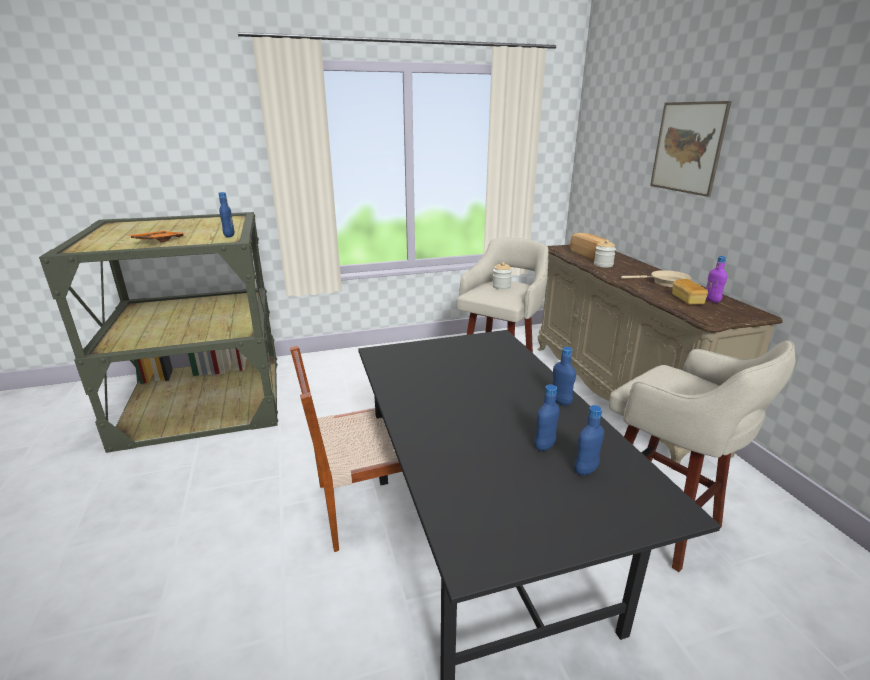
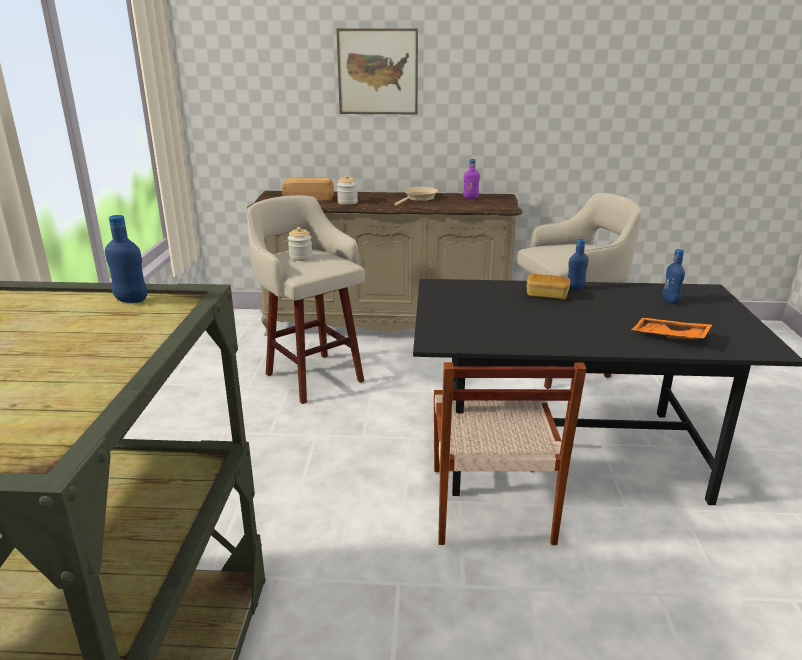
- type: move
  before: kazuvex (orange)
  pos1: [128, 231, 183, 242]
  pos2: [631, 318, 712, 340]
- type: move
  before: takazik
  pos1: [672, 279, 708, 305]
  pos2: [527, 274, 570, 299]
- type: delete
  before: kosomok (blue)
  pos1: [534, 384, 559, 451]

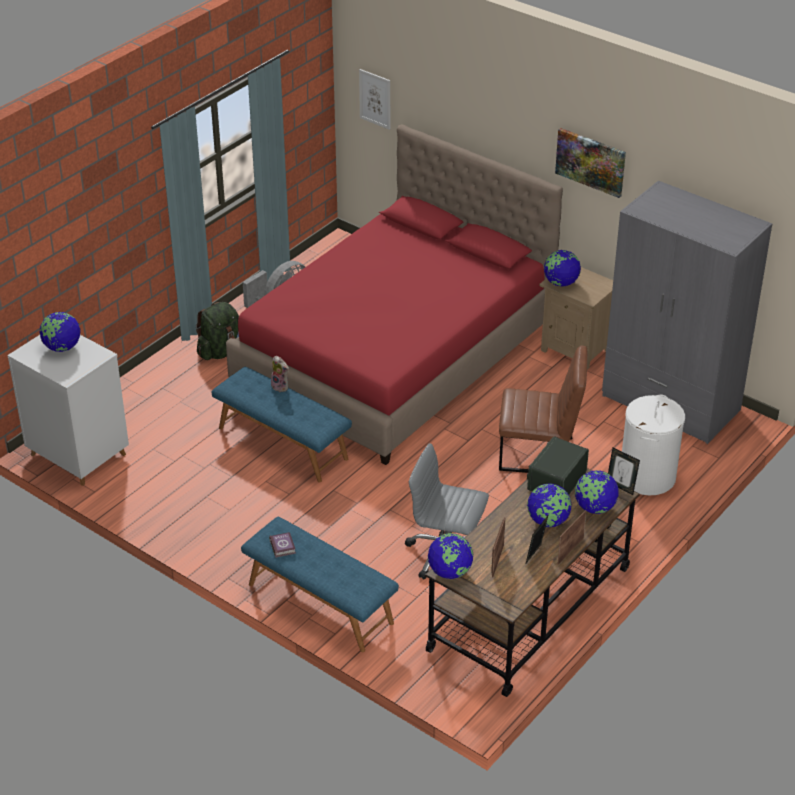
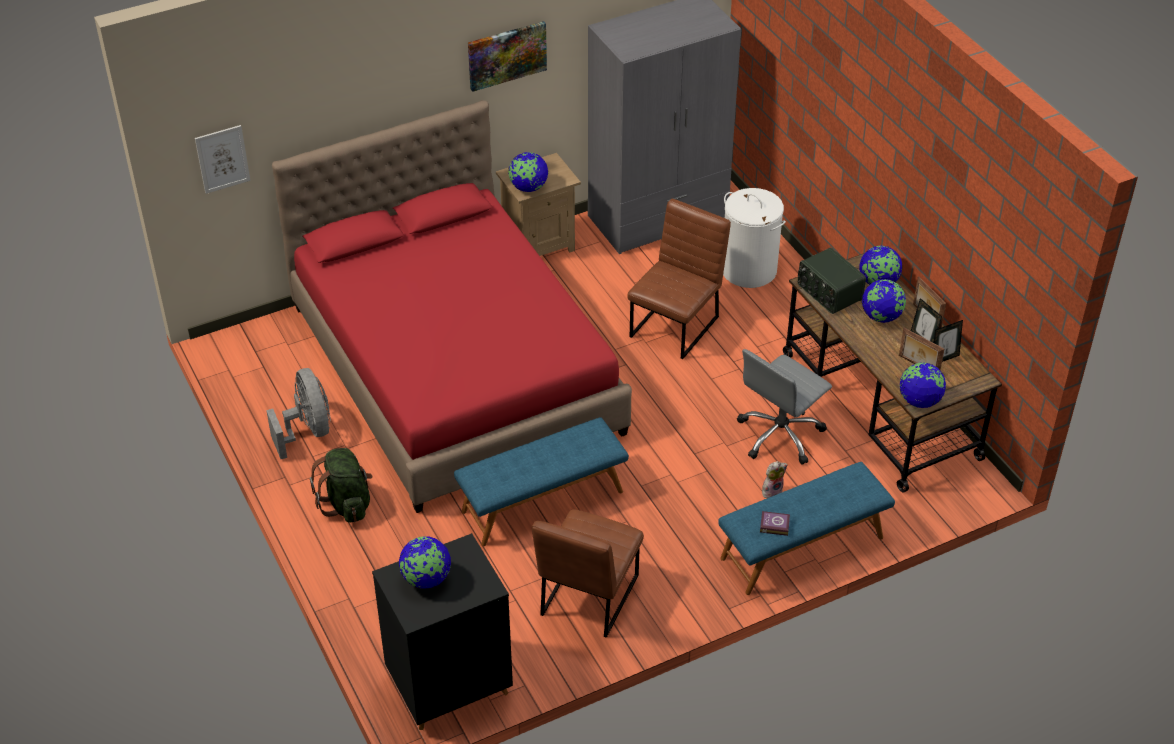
- type: recolor
  before: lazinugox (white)
  after: lazinugox (black)
  pos1: [7, 335, 129, 486]
  pos2: [372, 533, 513, 730]
- type: move
  before: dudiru
  pos1: [271, 356, 289, 392]
  pos2: [762, 461, 788, 498]
- type: move
  before: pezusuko
  pos1: [608, 447, 640, 495]
  pos2: [934, 320, 963, 362]
- type: insert
  after: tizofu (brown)
  pos2: [532, 509, 644, 638]

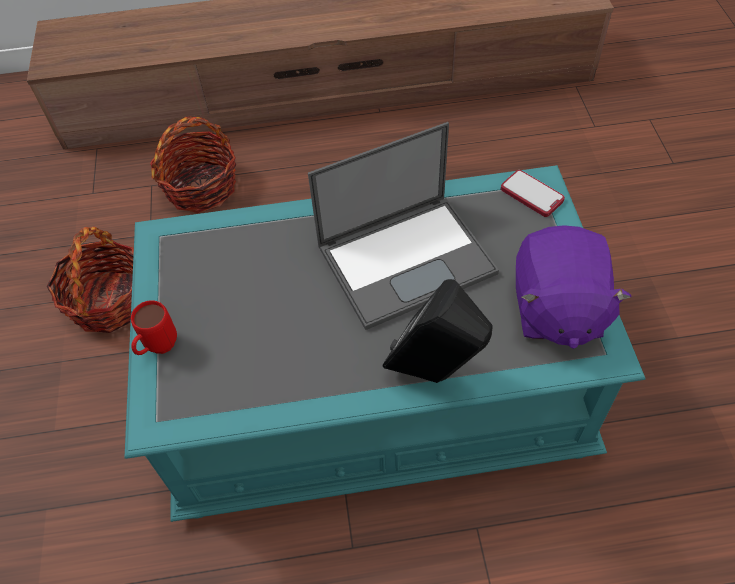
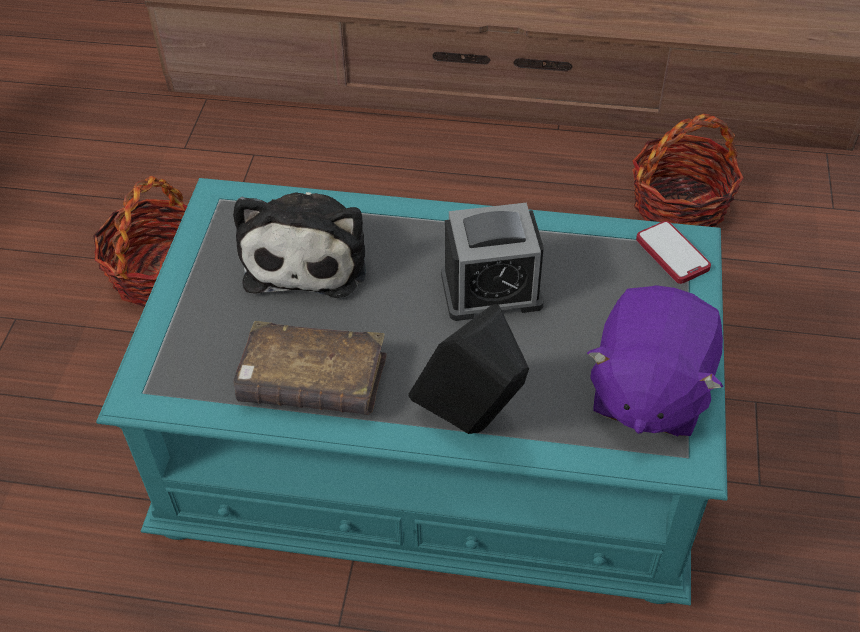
- type: move
  before: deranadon
  pos1: [150, 116, 236, 213]
  pos2: [632, 114, 744, 227]
- type: replace
  before: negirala
  after: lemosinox
  pos1: [308, 122, 499, 330]
  pos2: [441, 202, 544, 321]
- type: delete
  before: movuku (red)
  pos1: [131, 300, 177, 355]
- type: insert
  after: dudiru
  pos2: [233, 192, 366, 298]
- type: insert
  after: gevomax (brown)
  pos2: [233, 321, 387, 415]

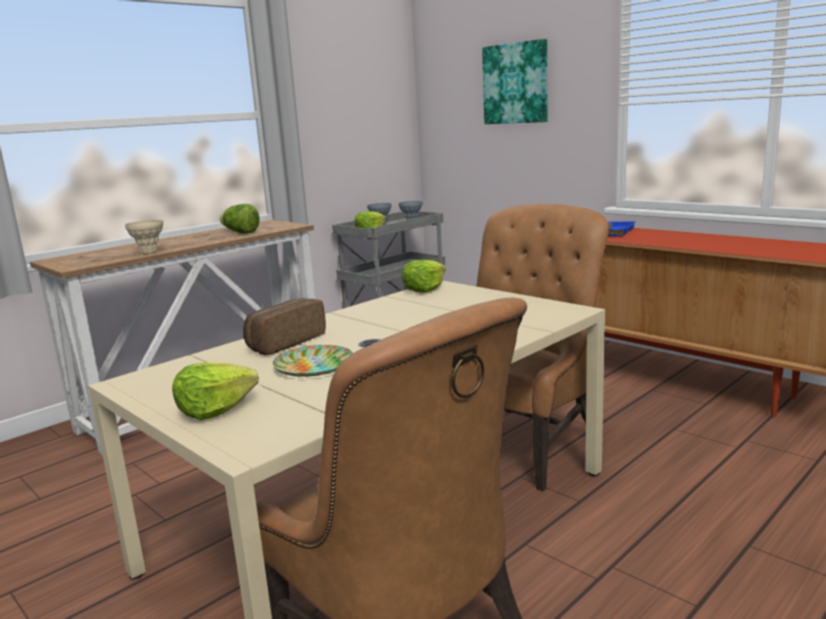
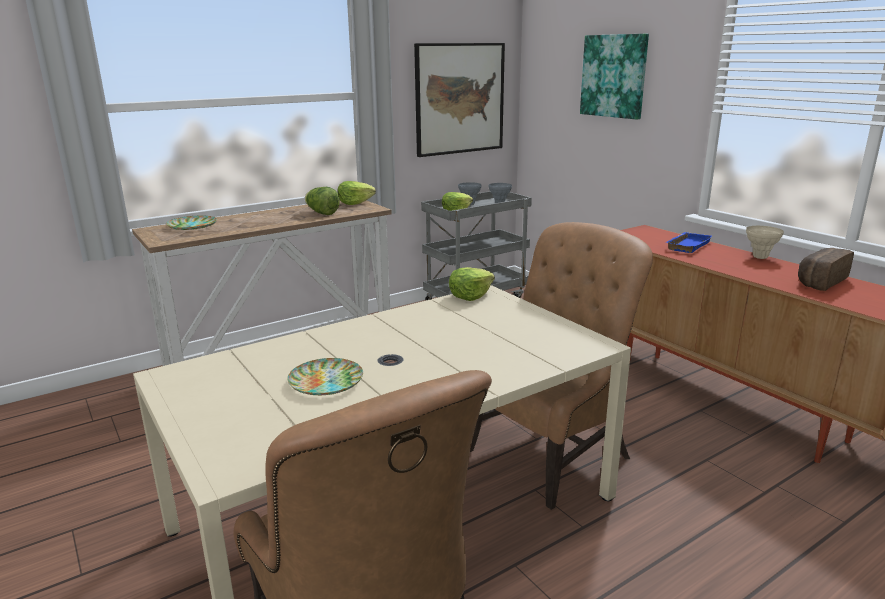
- type: move
  before: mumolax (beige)
  pos1: [125, 220, 163, 254]
  pos2: [746, 226, 784, 259]
- type: move
  before: takazik
  pos1: [243, 298, 326, 355]
  pos2: [798, 248, 854, 291]
- type: move
  before: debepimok
  pos1: [172, 362, 259, 420]
  pos2: [338, 181, 376, 205]
- type: insert
  after: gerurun
  pos2: [414, 43, 505, 157]
- type: insert
  after: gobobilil
  pos2: [166, 216, 217, 230]

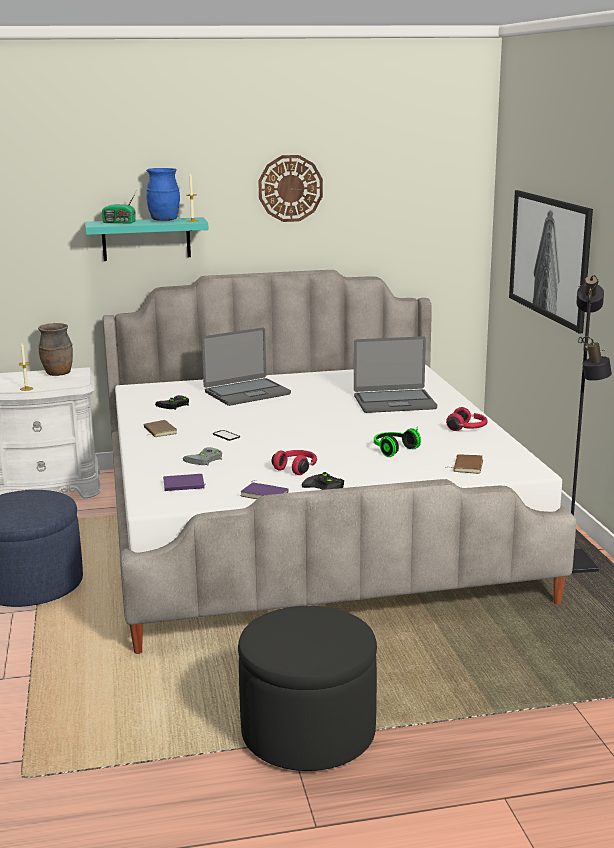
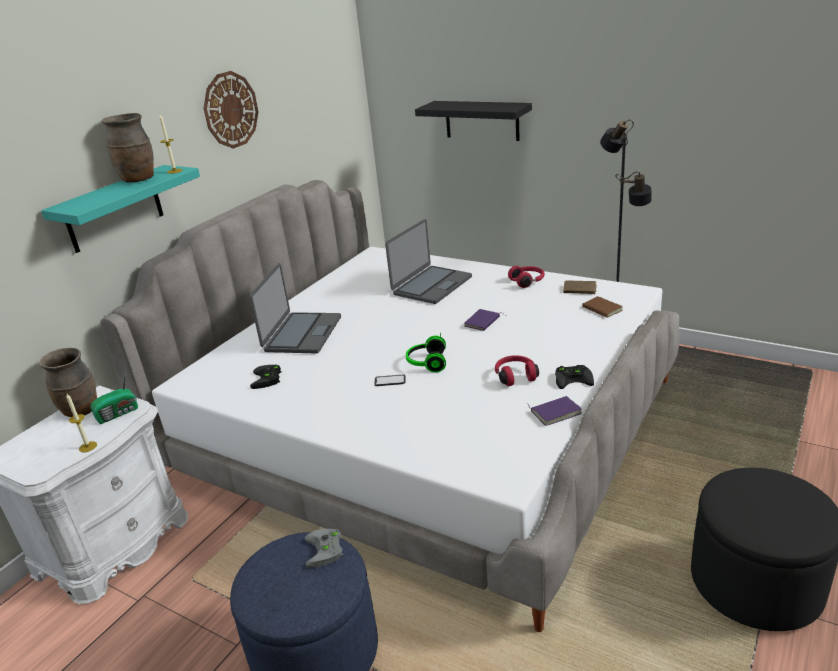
- type: recolor
  before: mumolax (blue)
  after: mumolax (brown)
  pos1: [146, 168, 180, 221]
  pos2: [101, 113, 154, 182]
- type: replace
  before: gerurun
  after: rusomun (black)
  pos1: [509, 190, 593, 333]
  pos2: [415, 101, 532, 141]
- type: move
  before: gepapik
  pos1: [102, 192, 136, 223]
  pos2: [91, 370, 138, 424]
- type: move
  before: gevomax (brown)
  pos1: [144, 420, 177, 437]
  pos2: [563, 280, 597, 295]
- type: move
  before: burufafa
  pos1: [374, 427, 421, 457]
  pos2: [406, 332, 446, 373]
- type: move
  before: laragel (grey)
  pos1: [183, 447, 222, 466]
  pos2: [305, 529, 343, 568]
- type: move
  before: gevomax (purple)
  pos1: [163, 474, 206, 491]
  pos2: [464, 309, 505, 331]

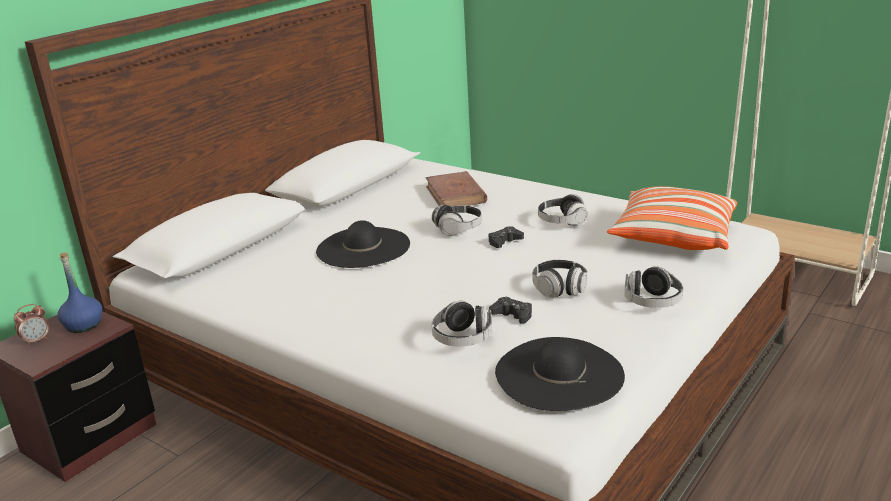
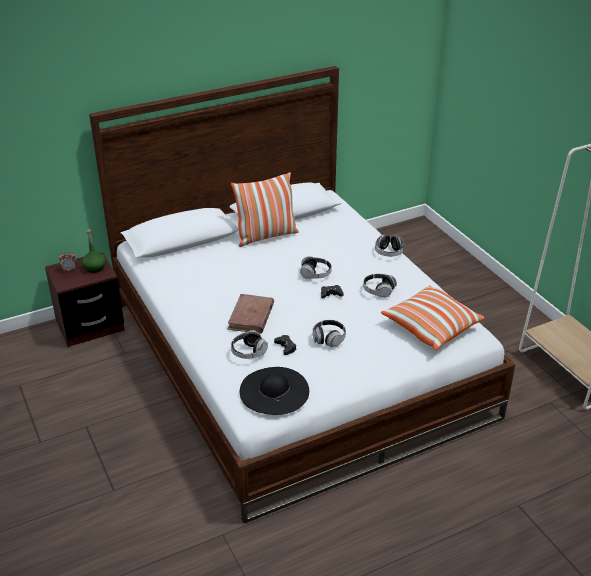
- type: move
  before: gevomax (brown)
  pos1: [425, 171, 487, 206]
  pos2: [228, 294, 274, 334]
- type: delete
  before: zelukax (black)
  pos1: [316, 220, 410, 268]
- type: recolor
  before: kosomok (blue)
  after: kosomok (green)
  pos1: [57, 252, 102, 333]
  pos2: [82, 229, 106, 273]
- type: move
  before: burufafa
  pos1: [624, 266, 683, 308]
  pos2: [375, 235, 404, 257]
- type: insert
  after: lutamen
  pos2: [231, 172, 299, 247]

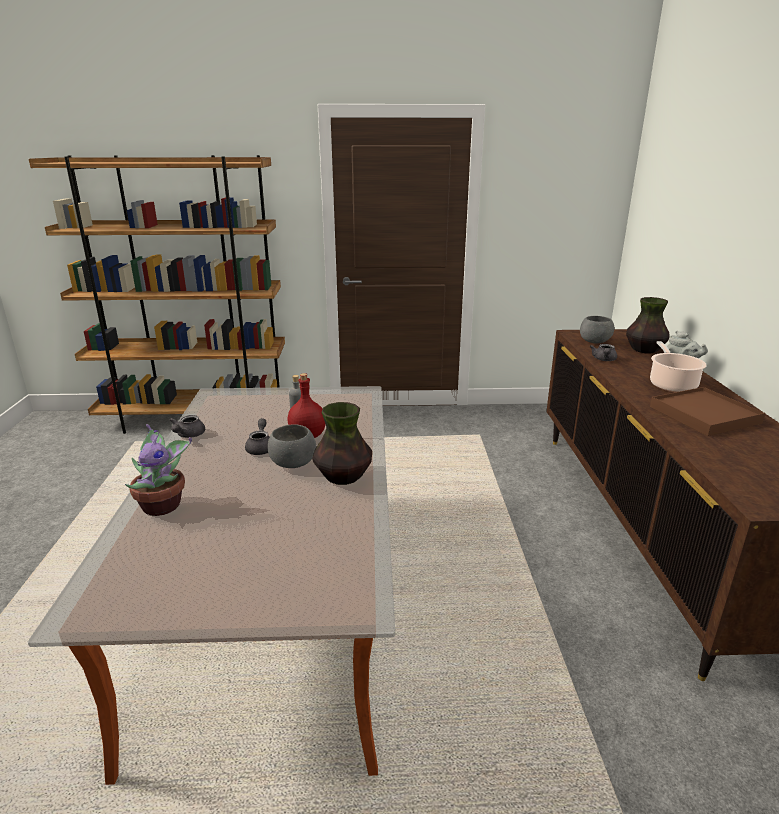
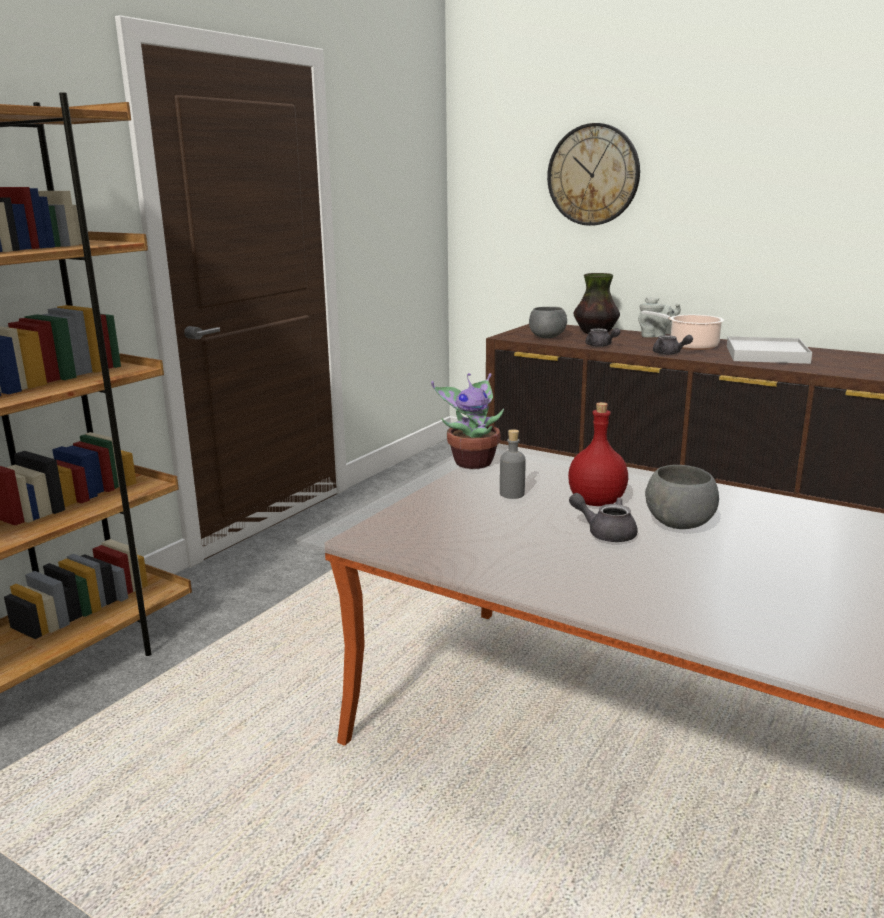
- type: recolor
  before: kazuvex (brown)
  after: kazuvex (white)
  pos1: [650, 387, 765, 436]
  pos2: [727, 336, 812, 364]
- type: delete
  before: mumolax
  pos1: [312, 402, 372, 485]
- type: move
  before: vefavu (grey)
  pos1: [170, 415, 205, 438]
  pos2: [653, 335, 693, 355]
- type: move
  before: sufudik
  pos1: [125, 424, 192, 516]
  pos2: [431, 373, 504, 469]
- type: insert
  after: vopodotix
  pos2: [547, 123, 640, 226]

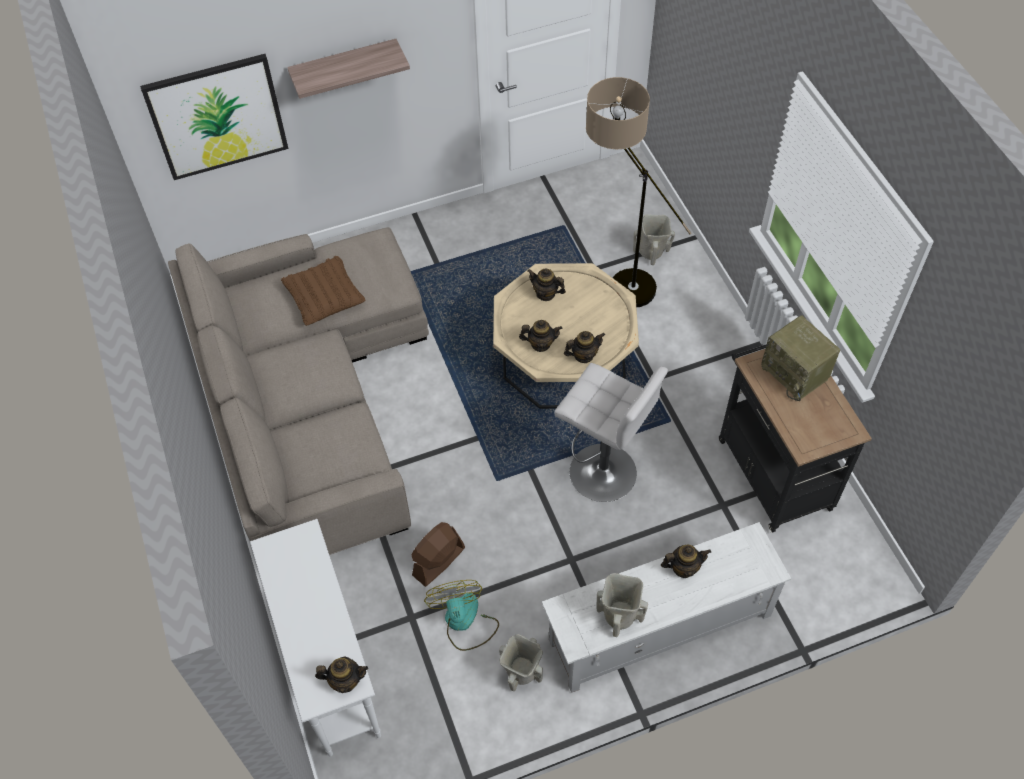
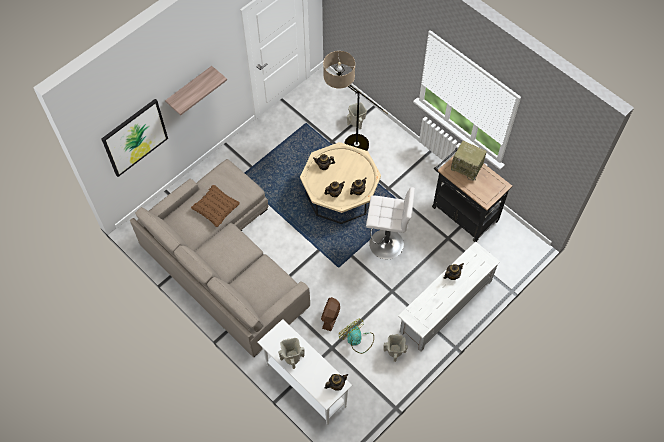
- type: move
  before: mumolax (beige)
  pos1: [596, 573, 648, 637]
  pos2: [278, 338, 305, 369]

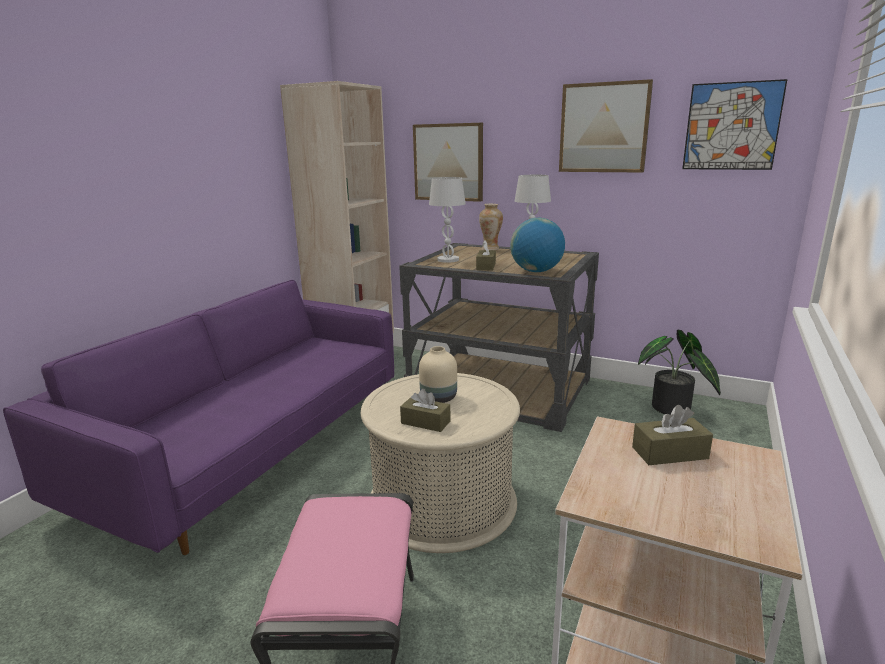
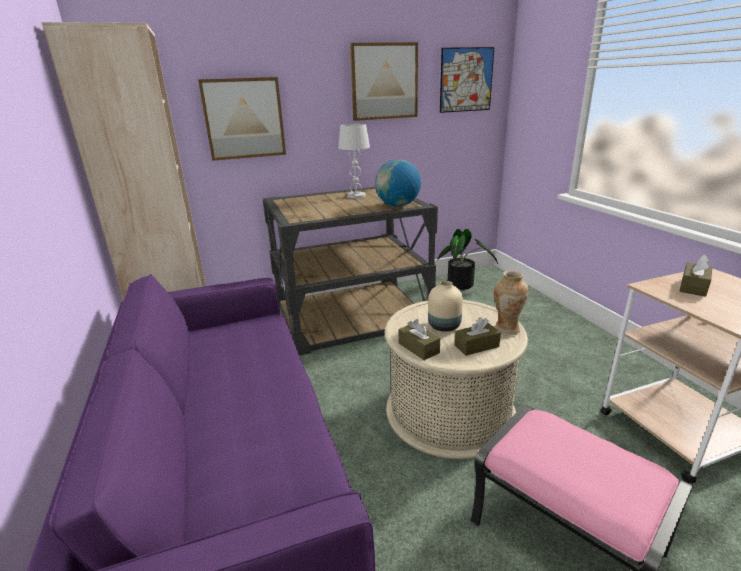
- type: delete
  before: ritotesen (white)
  pos1: [429, 177, 466, 263]
- type: move
  before: mumolax
  pos1: [479, 204, 503, 250]
  pos2: [494, 270, 529, 336]
- type: move
  before: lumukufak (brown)
  pos1: [476, 240, 496, 270]
  pos2: [398, 319, 440, 360]

